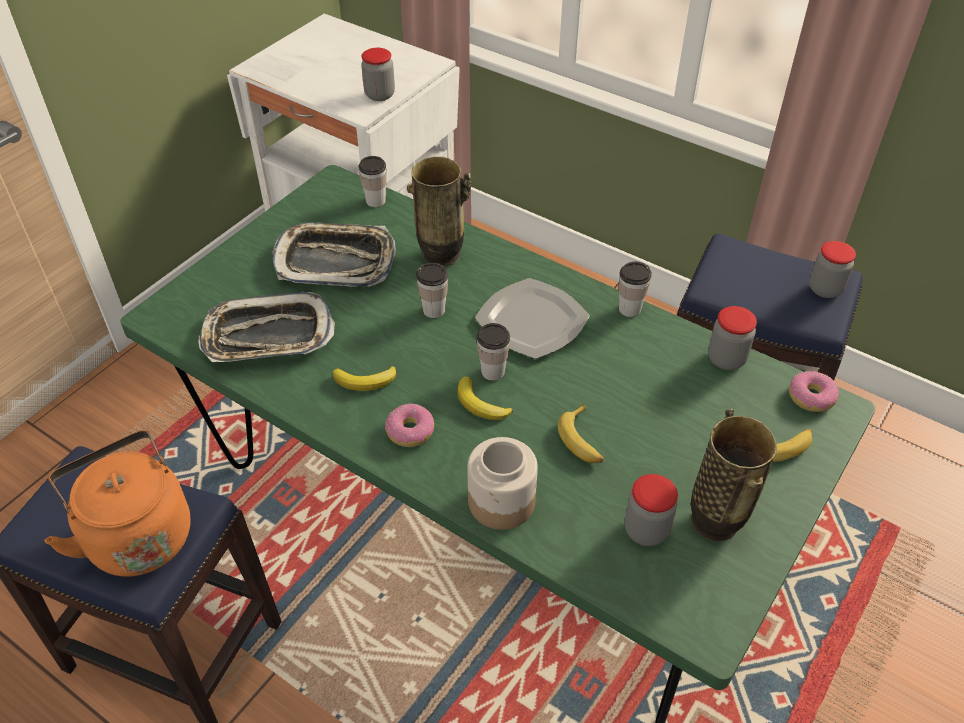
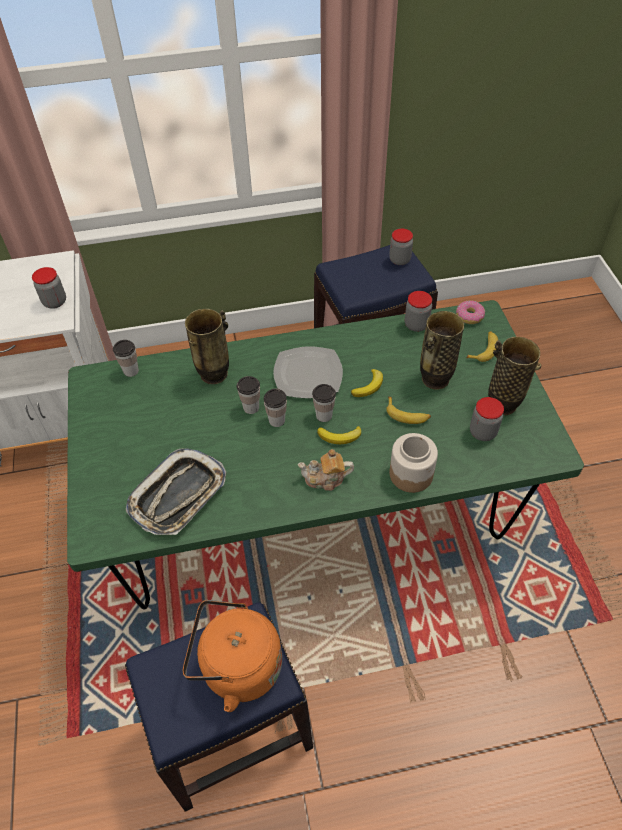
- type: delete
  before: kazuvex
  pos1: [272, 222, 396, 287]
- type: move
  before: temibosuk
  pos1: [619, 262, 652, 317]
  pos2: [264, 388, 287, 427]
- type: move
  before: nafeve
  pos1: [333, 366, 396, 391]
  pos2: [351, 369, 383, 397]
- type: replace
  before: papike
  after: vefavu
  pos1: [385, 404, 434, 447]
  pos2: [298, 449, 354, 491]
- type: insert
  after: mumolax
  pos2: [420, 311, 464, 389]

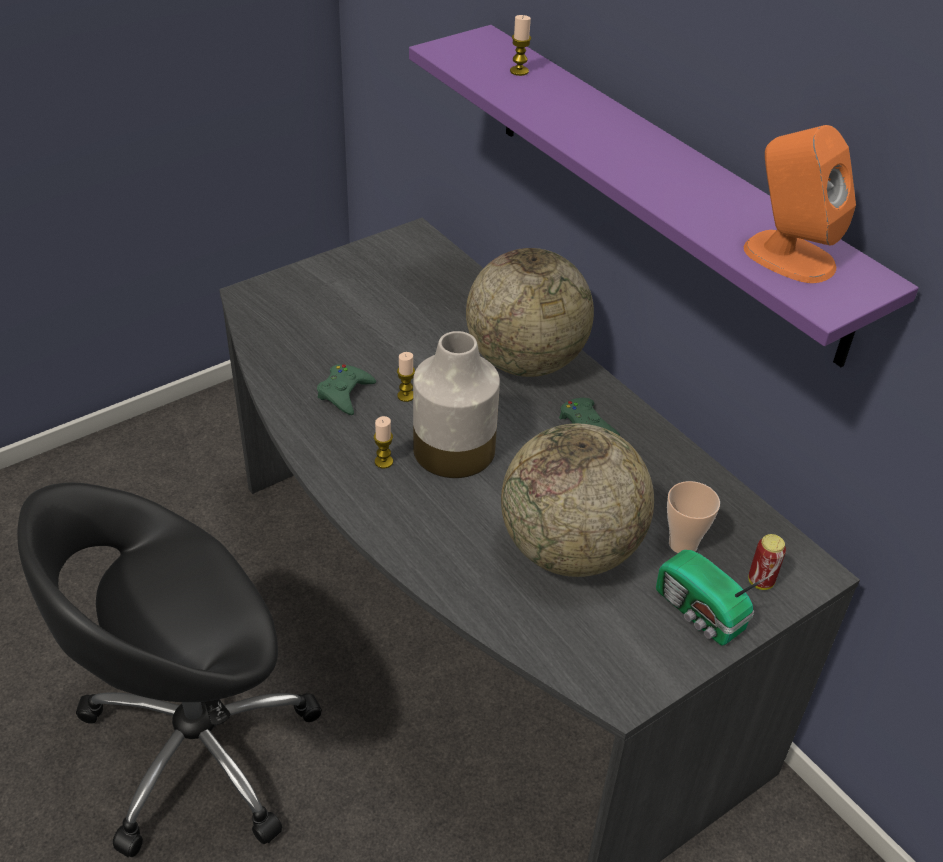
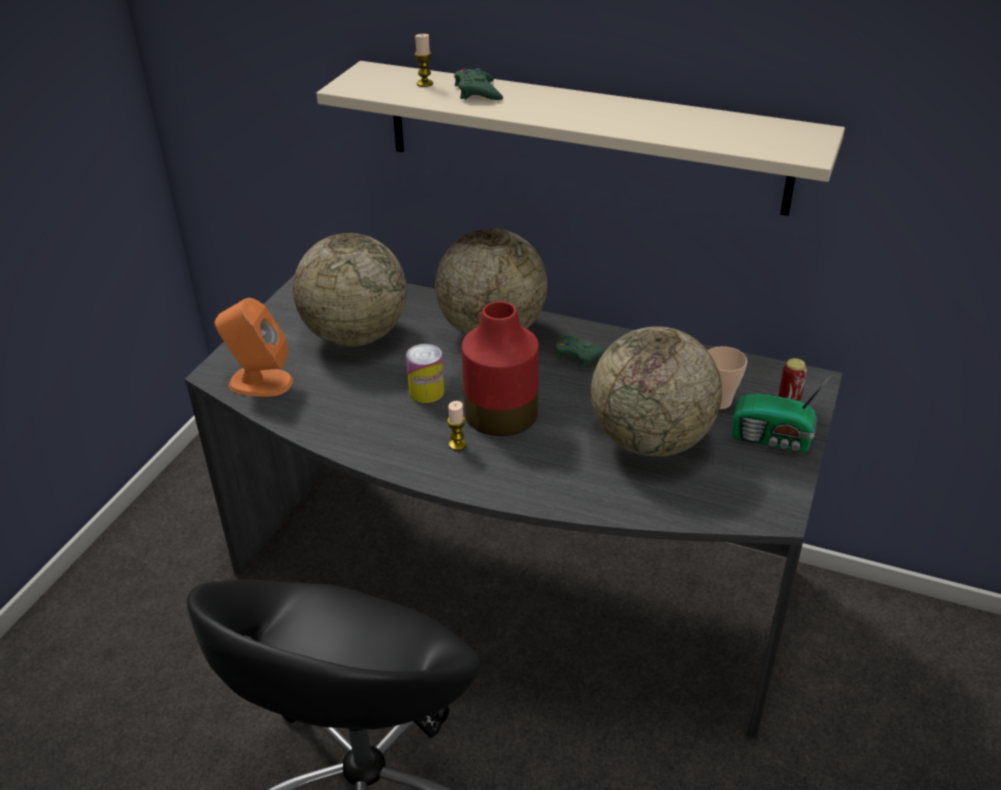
- type: recolor
  before: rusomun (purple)
  after: rusomun (beige)
  pos1: [409, 25, 919, 367]
  pos2: [316, 61, 845, 216]
- type: move
  before: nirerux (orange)
  pos1: [744, 125, 856, 283]
  pos2: [215, 298, 293, 397]
- type: recolor
  before: mumolax (beige)
  after: mumolax (red)
  pos1: [413, 331, 500, 478]
  pos2: [462, 301, 539, 436]
- type: replace
  before: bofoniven
  after: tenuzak
  pos1: [397, 352, 415, 402]
  pos2: [406, 344, 444, 403]
- type: move
  before: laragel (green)
  pos1: [317, 364, 376, 415]
  pos2: [454, 68, 503, 100]
- type: insert
  after: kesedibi
  pos2: [293, 233, 407, 347]

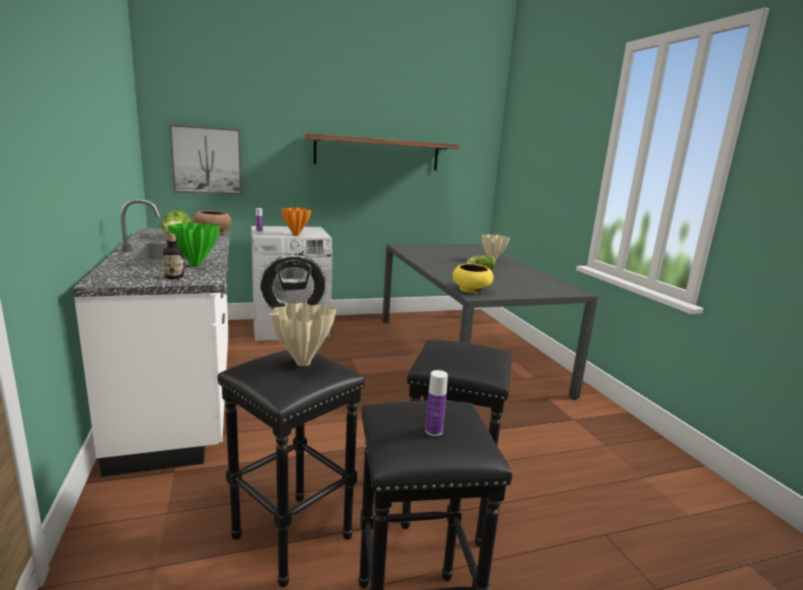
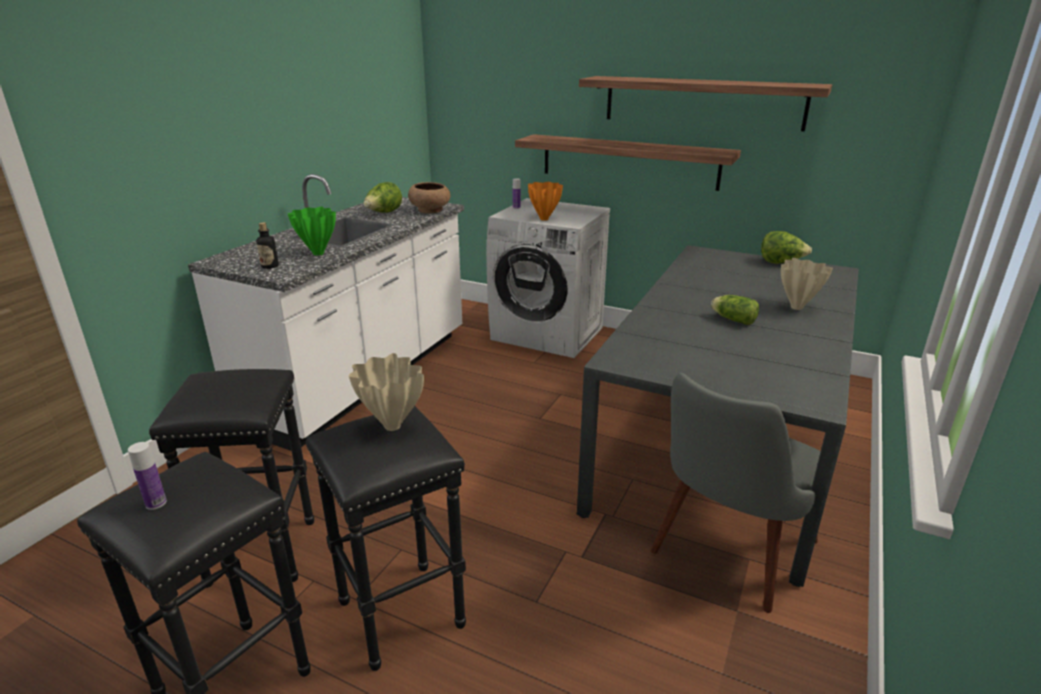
- type: delete
  before: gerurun
  pos1: [169, 124, 242, 195]
- type: delete
  before: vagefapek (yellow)
  pos1: [452, 263, 493, 293]
- type: move
  before: mumolax (beige)
  pos1: [270, 302, 336, 366]
  pos2: [349, 353, 424, 431]
- type: insert
  after: rusomun
  pos2: [515, 134, 741, 191]
- type: insert
  after: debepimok
  pos2: [761, 231, 812, 264]
- type: insert
  after: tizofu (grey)
  pos2: [651, 373, 821, 613]

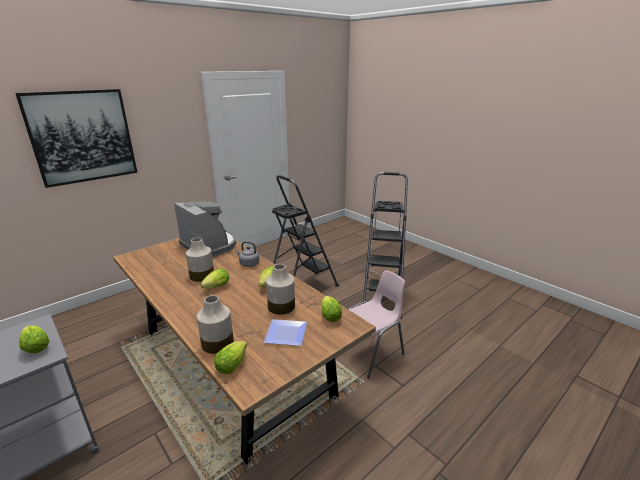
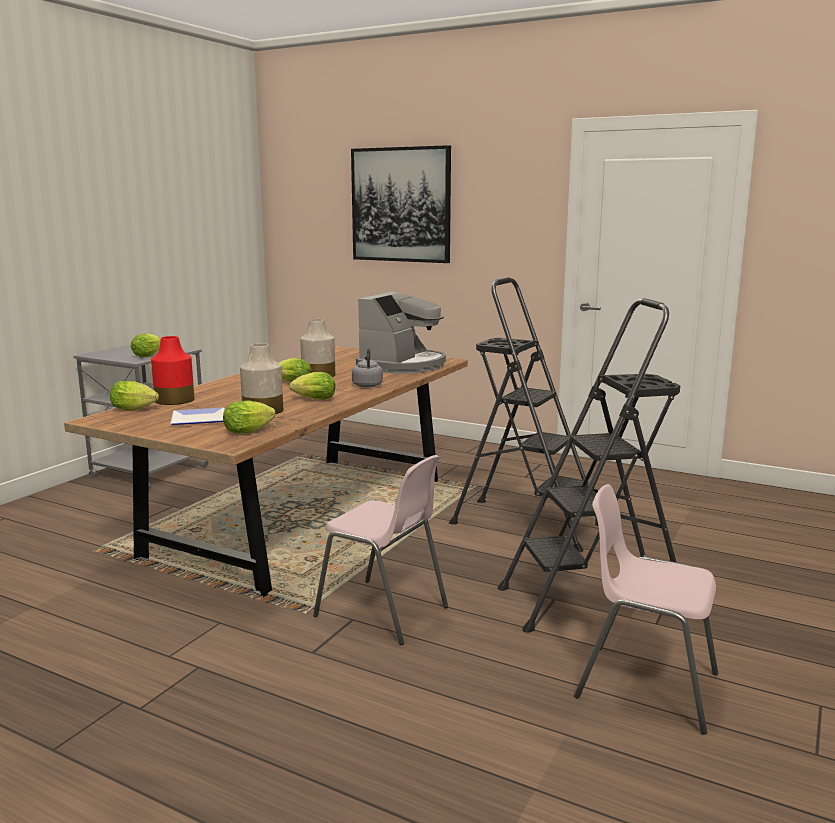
- type: recolor
  before: mumolax (beige)
  after: mumolax (red)
  pos1: [197, 295, 234, 354]
  pos2: [151, 336, 195, 405]
- type: insert
  after: tizofu (pink)
  pos2: [574, 484, 718, 734]

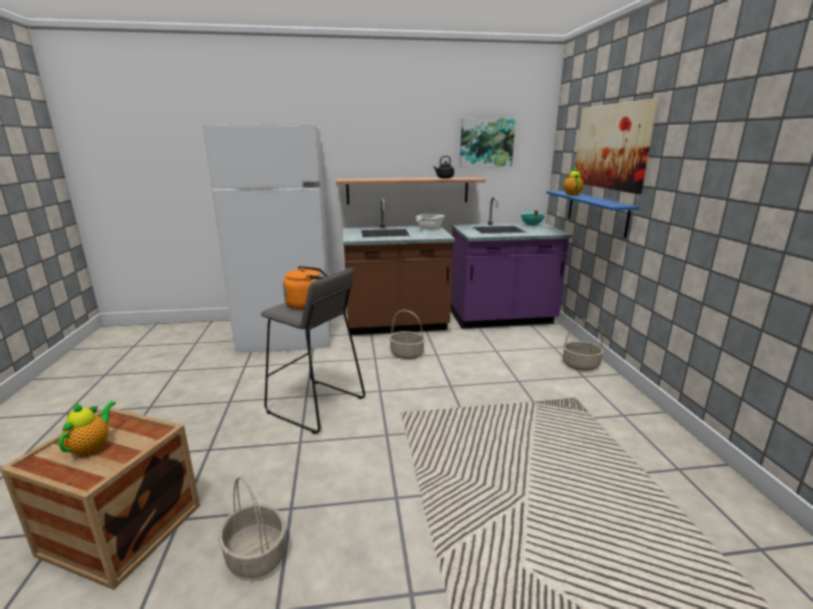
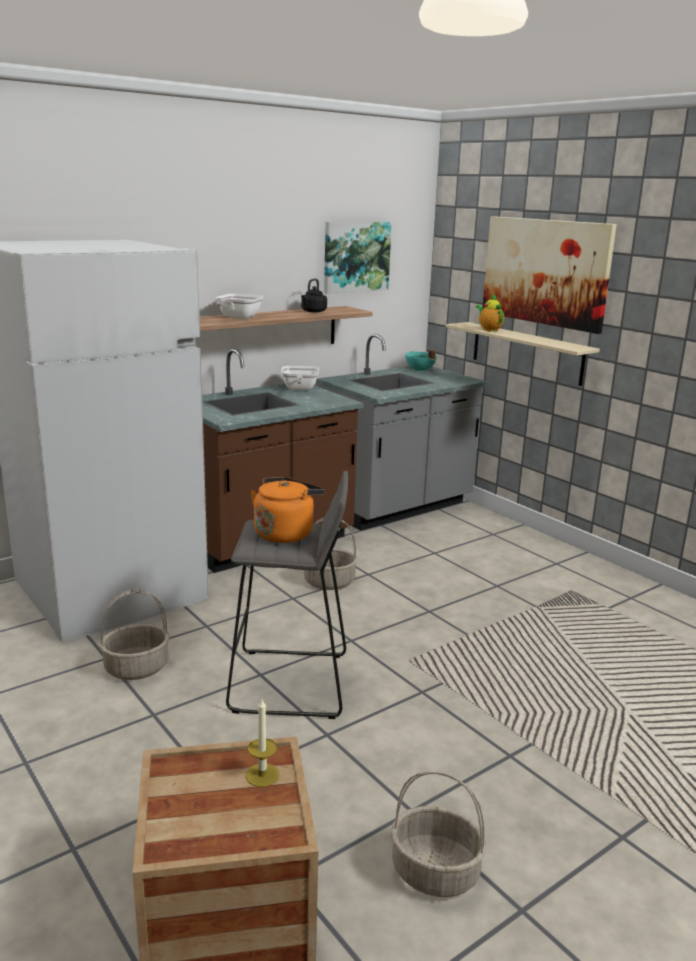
- type: recolor
  before: rusomun (blue)
  after: rusomun (beige)
  pos1: [546, 191, 639, 238]
  pos2: [446, 322, 600, 386]
- type: recolor
  before: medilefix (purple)
  after: medilefix (grey)
  pos1: [451, 196, 572, 328]
  pos2: [316, 334, 488, 531]
- type: move
  before: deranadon
  pos1: [563, 319, 604, 371]
  pos2: [100, 590, 170, 680]
- type: delete
  before: vefavu
  pos1: [59, 401, 116, 457]
- type: insert
  after: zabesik
  pos2: [216, 294, 264, 319]
- type: insert
  after: bofoniven
  pos2: [246, 699, 279, 787]

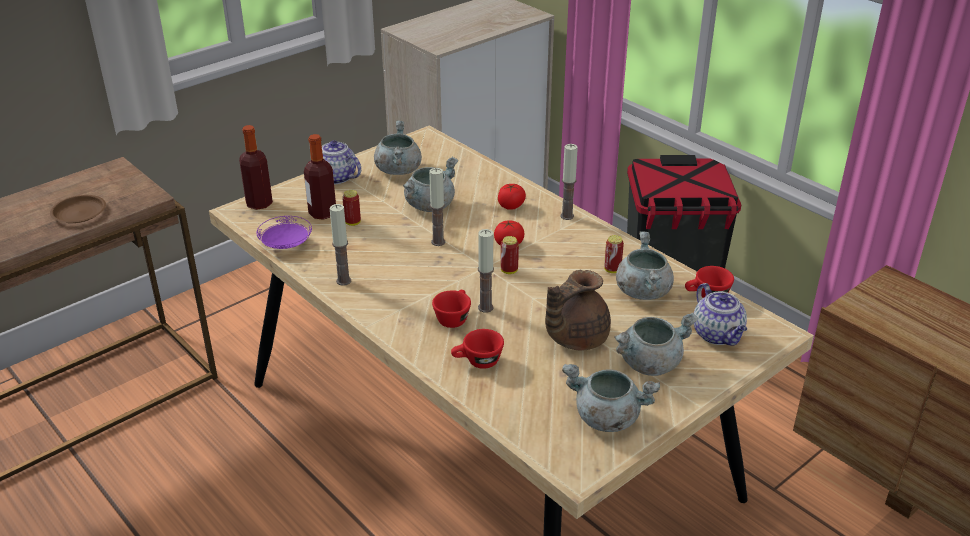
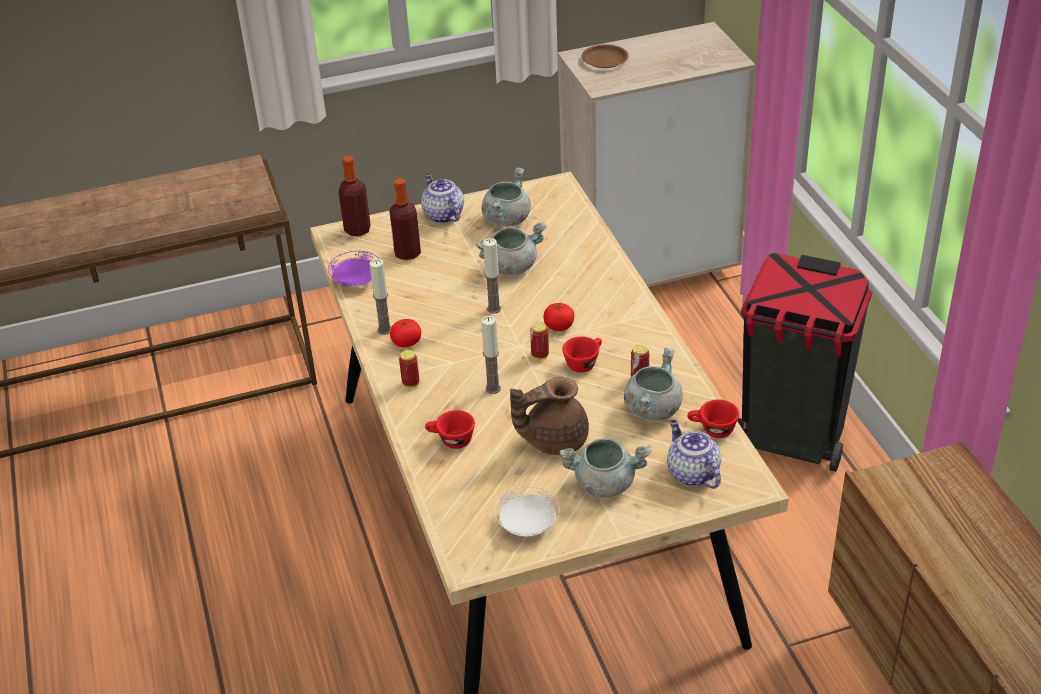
- type: delete
  before: bofoniven
  pos1: [560, 144, 578, 220]
- type: move
  before: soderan
  pos1: [498, 184, 526, 210]
  pos2: [390, 319, 421, 347]
- type: move
  before: tenuzak
  pos1: [342, 190, 361, 226]
  pos2: [399, 350, 419, 388]
- type: move
  before: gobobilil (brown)
  pos1: [50, 195, 106, 223]
  pos2: [582, 44, 629, 68]
- type: rotate
  before: vefavu
  pos1: [694, 283, 747, 346]
  pos2: [667, 420, 721, 489]
  turn: 150
- type: move
  before: temibosuk (red)
  pos1: [432, 290, 471, 328]
  pos2: [562, 336, 602, 373]
- type: replace
  before: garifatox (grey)
  after: gobobilil (white)
  pos1: [562, 364, 660, 432]
  pos2: [494, 486, 560, 536]

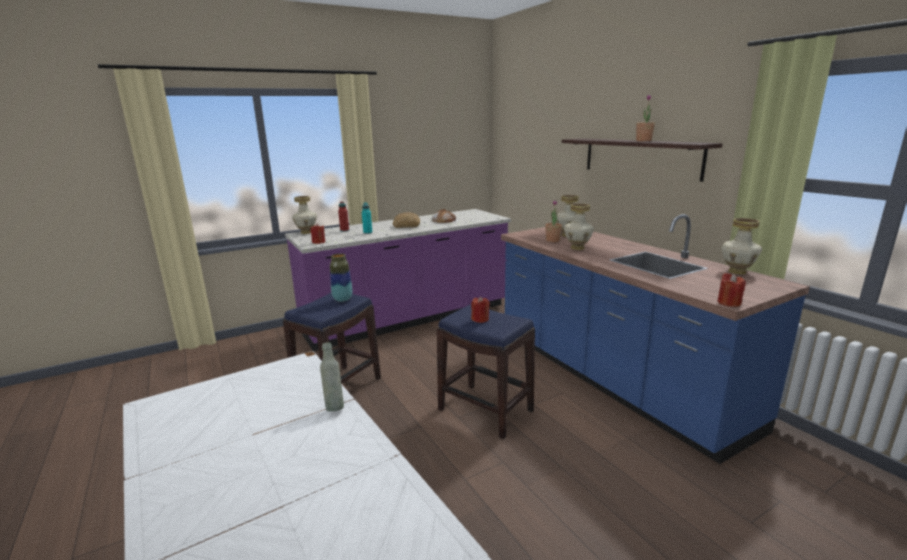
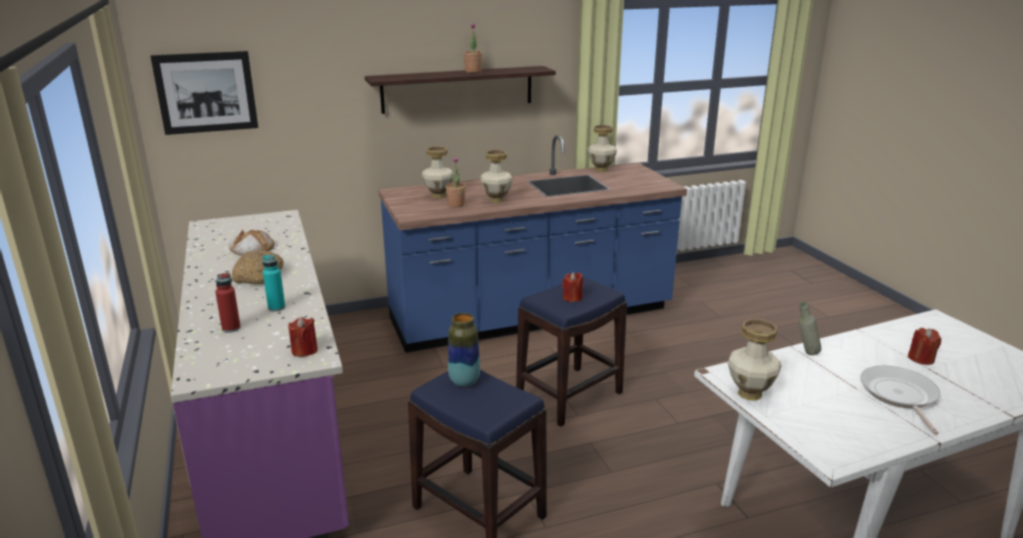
- type: move
  before: mumolax
  pos1: [292, 196, 317, 234]
  pos2: [728, 319, 781, 401]
- type: move
  before: bofoniven (red)
  pos1: [718, 273, 746, 307]
  pos2: [908, 328, 941, 365]
- type: insert
  after: gerurun
  pos2: [150, 51, 258, 135]
- type: insert
  after: zabesik
  pos2: [860, 365, 940, 434]

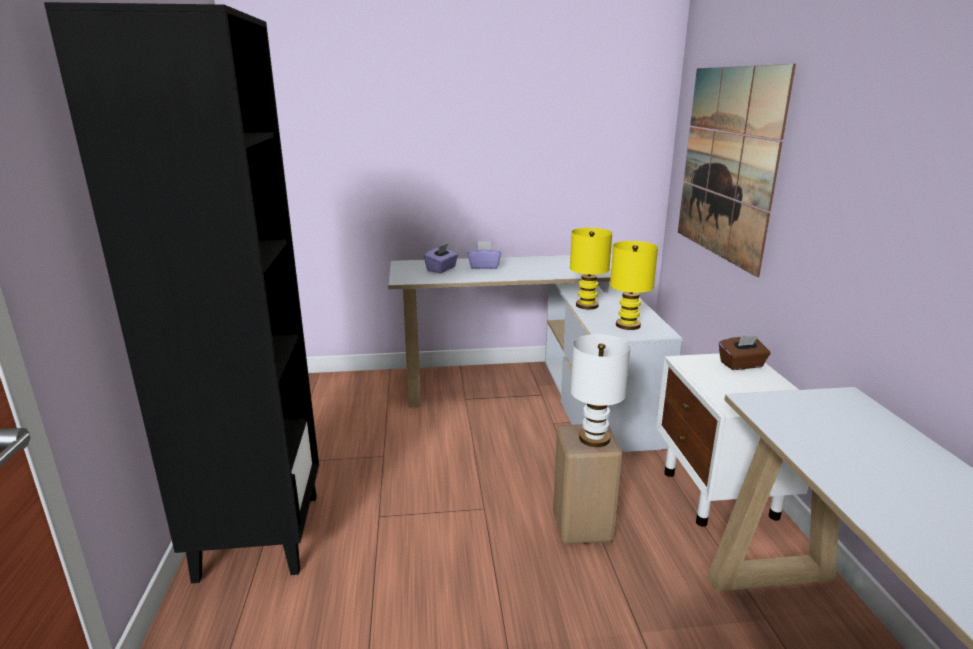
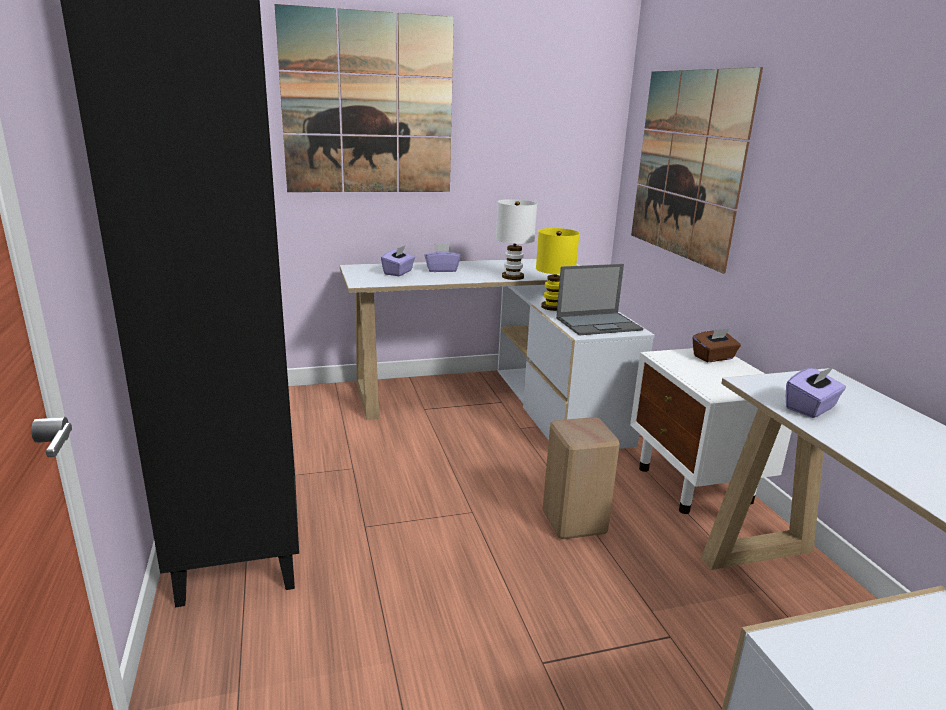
- type: replace
  before: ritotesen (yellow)
  after: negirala
  pos1: [610, 241, 658, 330]
  pos2: [556, 264, 643, 335]
- type: move
  before: ritotesen (white)
  pos1: [571, 334, 630, 447]
  pos2: [496, 199, 537, 280]
- type: insert
  after: gerurun
  pos2: [274, 4, 454, 192]
- type: insert
  after: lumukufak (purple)
  pos2: [786, 367, 846, 418]

